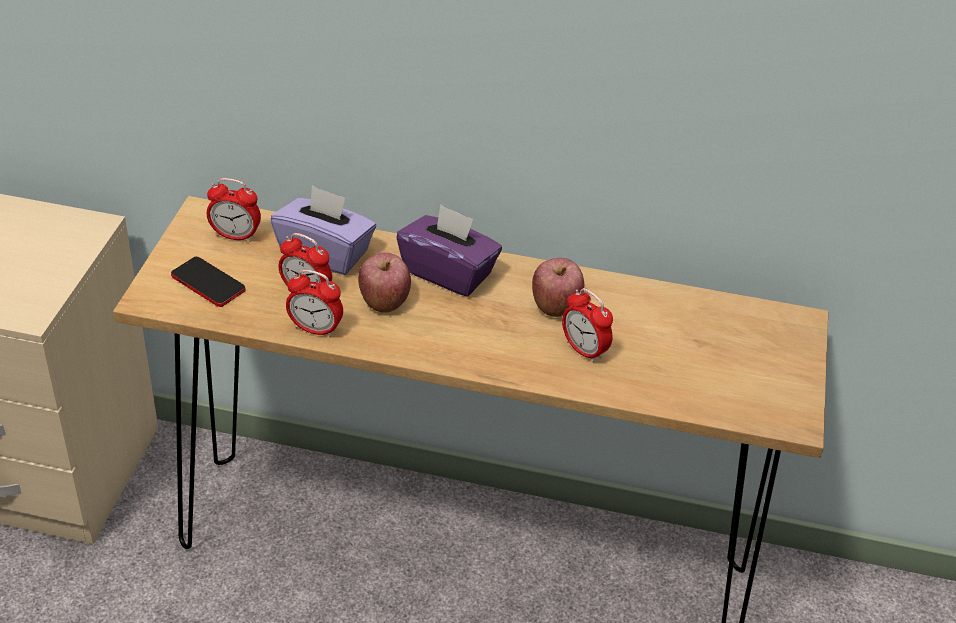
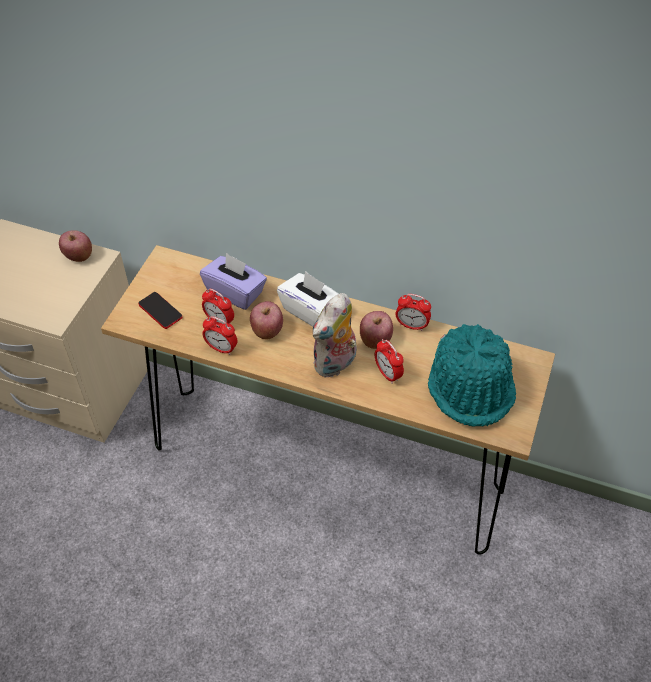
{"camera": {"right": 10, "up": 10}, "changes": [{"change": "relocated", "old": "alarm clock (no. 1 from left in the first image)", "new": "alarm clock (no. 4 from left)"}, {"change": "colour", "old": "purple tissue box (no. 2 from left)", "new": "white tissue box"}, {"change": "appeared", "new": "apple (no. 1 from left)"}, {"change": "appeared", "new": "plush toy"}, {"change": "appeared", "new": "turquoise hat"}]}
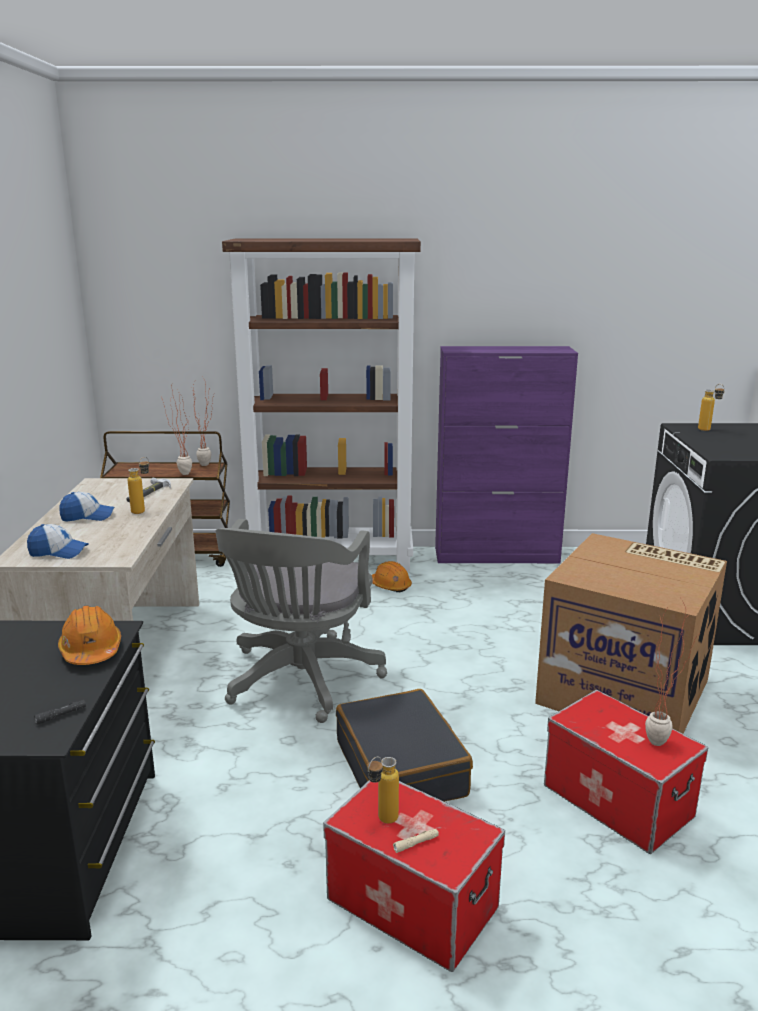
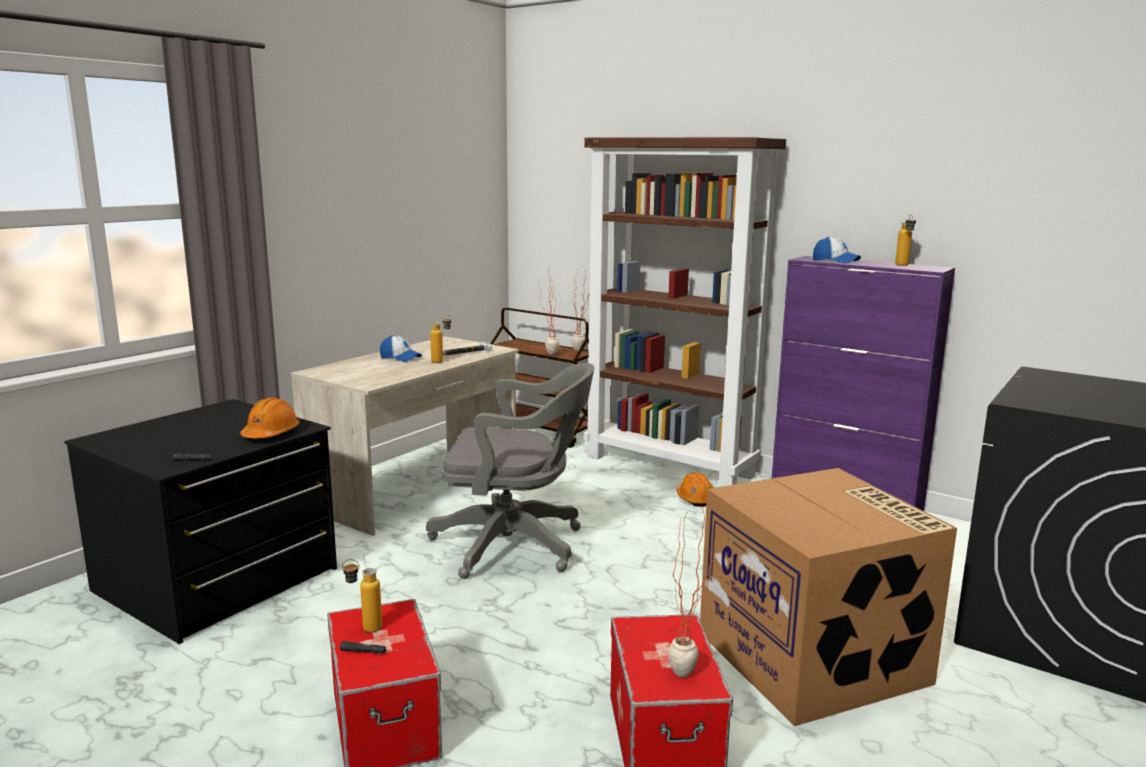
{"camera": {"right": 35, "up": -5}, "changes": [{"change": "relocated", "old": "cap (no. 1 from left in the first image)", "new": "cap (no. 2 from left)"}, {"change": "spun", "old": "grey office chair", "degrees": -135}, {"change": "missing", "old": "black suitcase"}, {"change": "colour", "old": "beige flashlight", "new": "black flashlight (no. 2 from left)"}, {"change": "relocated", "old": "bottle (no. 3 from left)"}]}
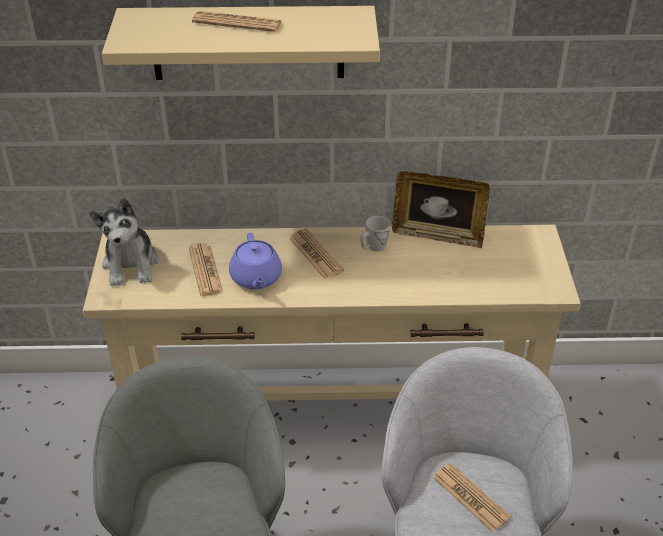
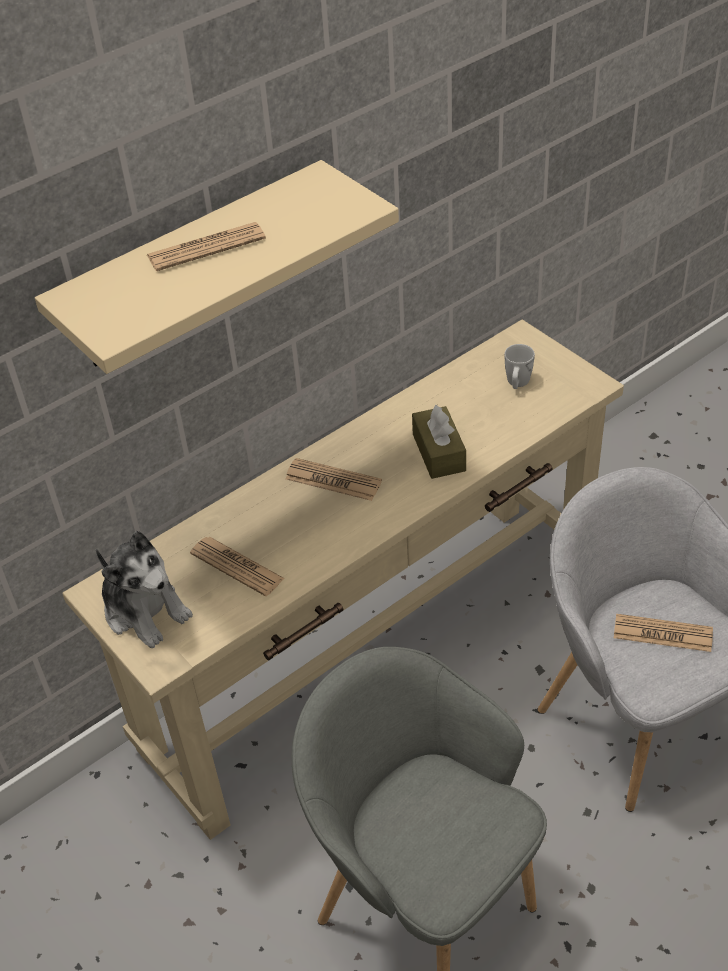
{"camera": {"right": -35, "up": 5}, "changes": [{"change": "missing", "old": "purple teapot"}, {"change": "relocated", "old": "white mug"}, {"change": "missing", "old": "picture frame"}, {"change": "appeared", "new": "brown tissue box"}]}
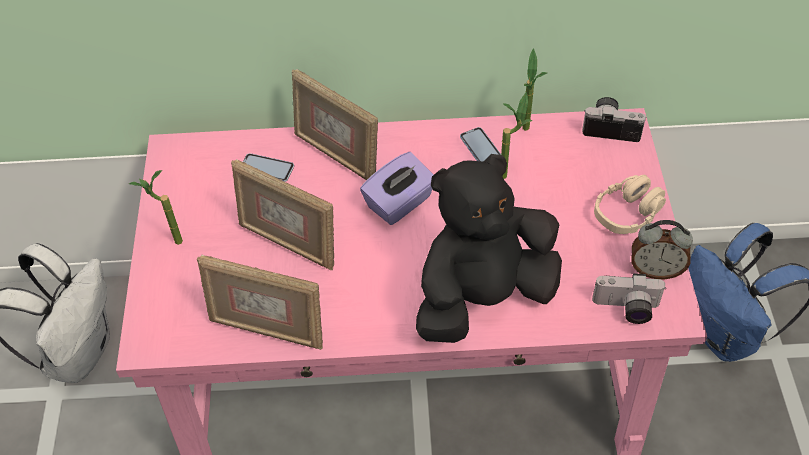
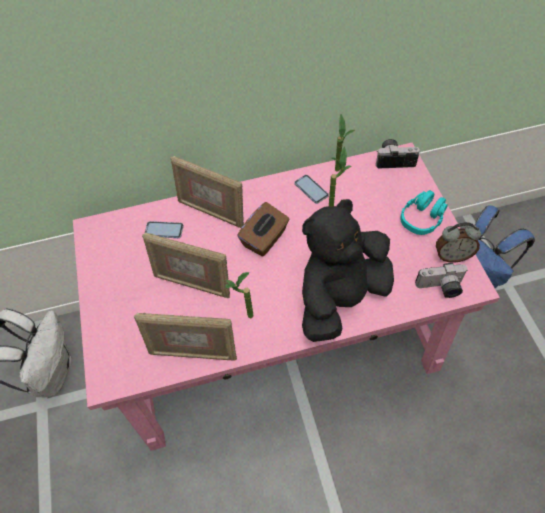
{"camera": {"right": -10, "up": 5}, "changes": [{"change": "relocated", "old": "potted plant (no. 1 from left)"}, {"change": "colour", "old": "purple tissue box", "new": "brown tissue box"}, {"change": "colour", "old": "beige headphones", "new": "turquoise headphones"}]}
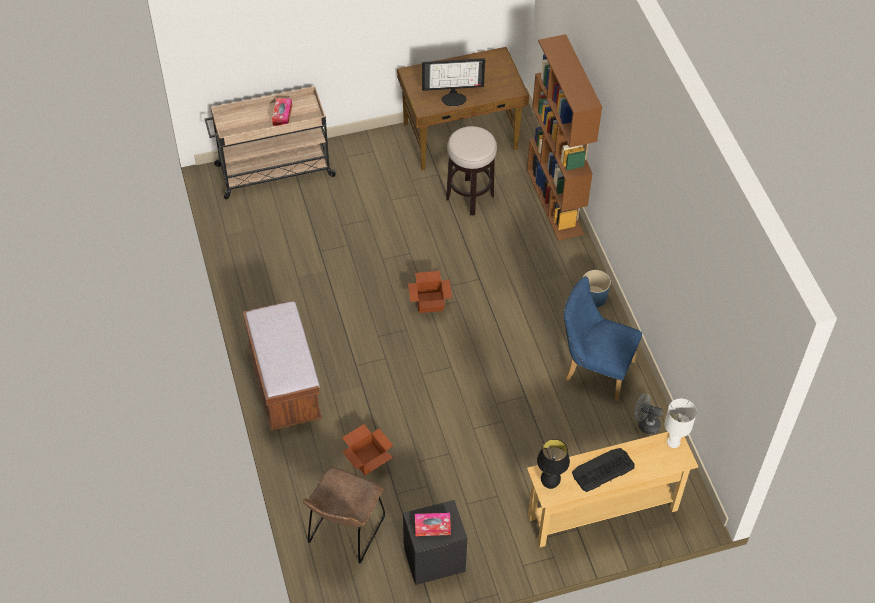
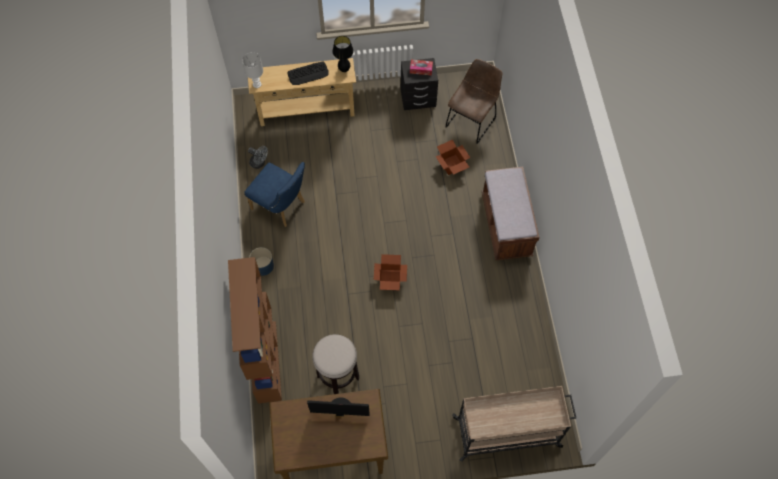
{"camera": {"right": -170, "up": 10}, "changes": [{"change": "missing", "old": "tissue box (no. 1 from left)"}]}
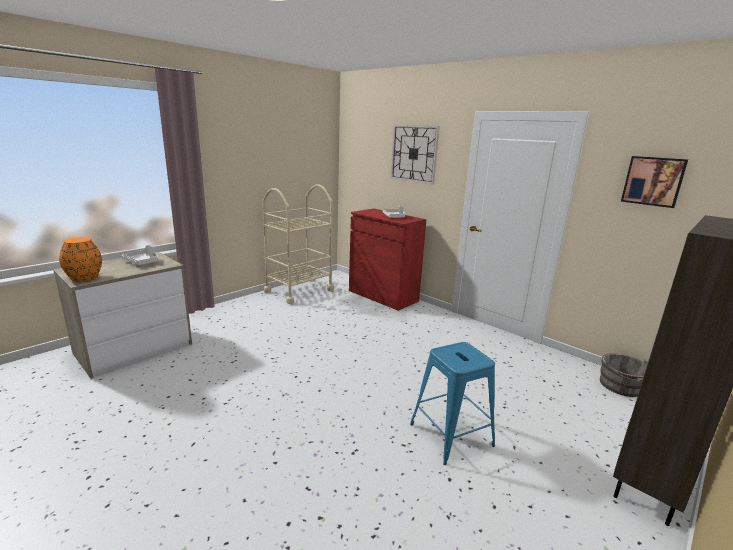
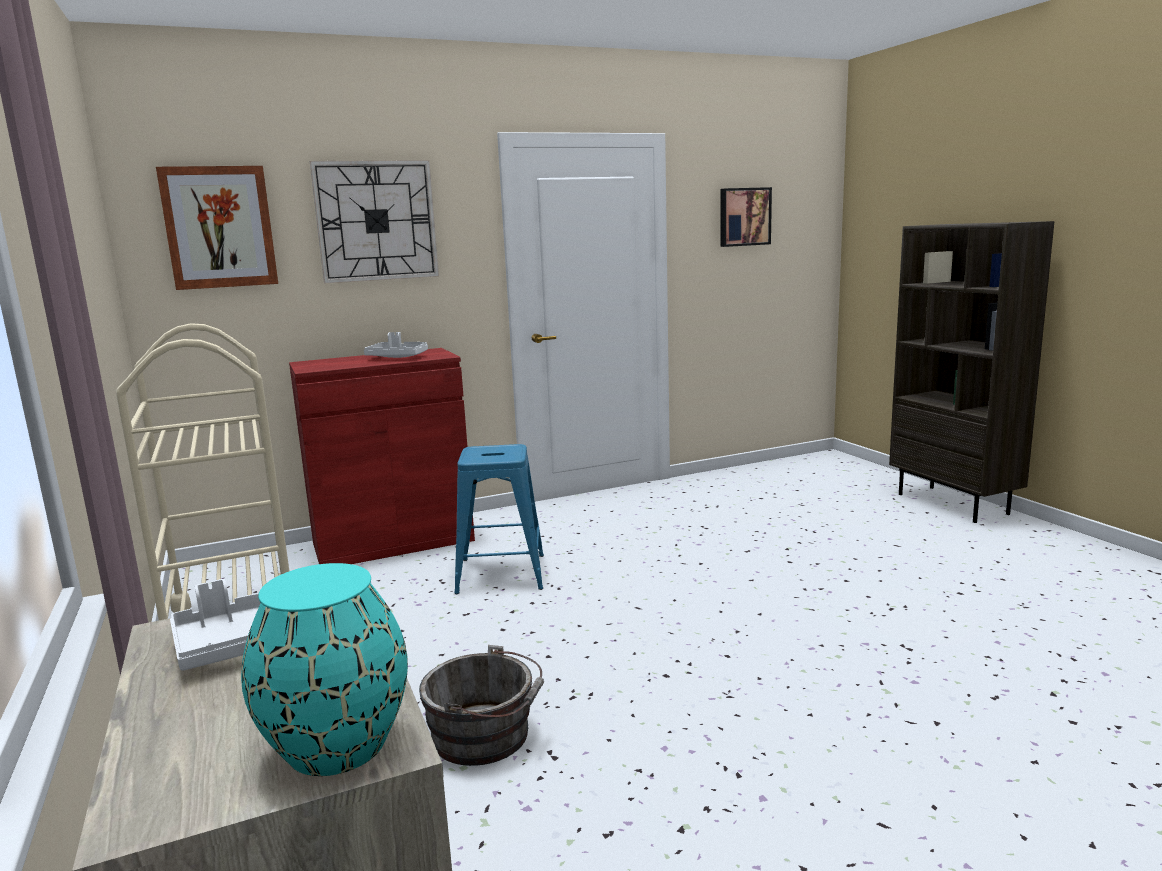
{"camera": {"right": -65, "up": -5}, "changes": [{"change": "colour", "old": "orange vase", "new": "turquoise vase"}, {"change": "relocated", "old": "blue stool"}, {"change": "relocated", "old": "grey bucket"}, {"change": "appeared", "new": "picture (no. 1 from left)"}]}
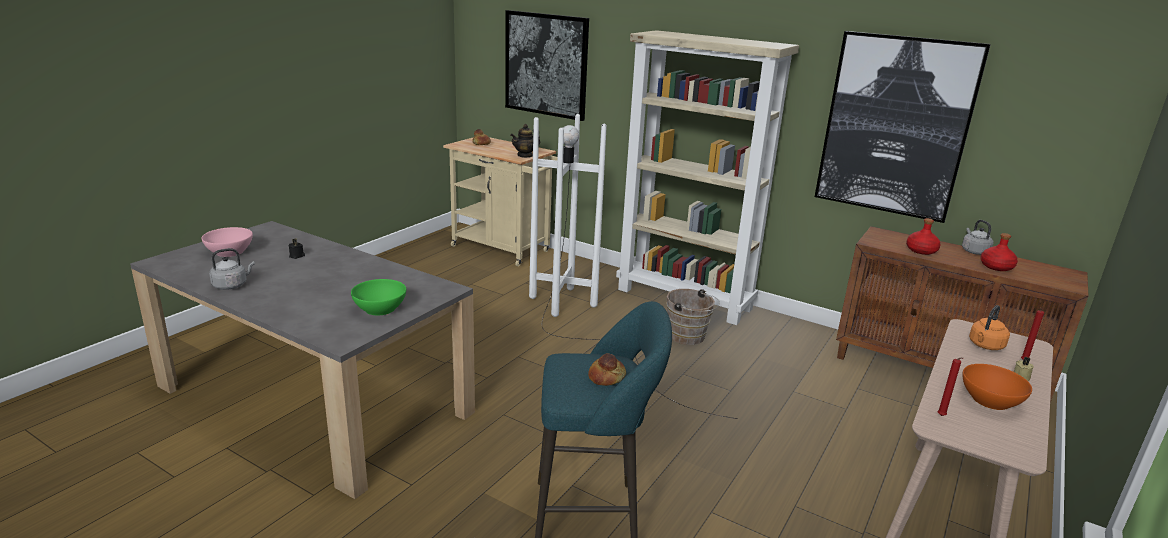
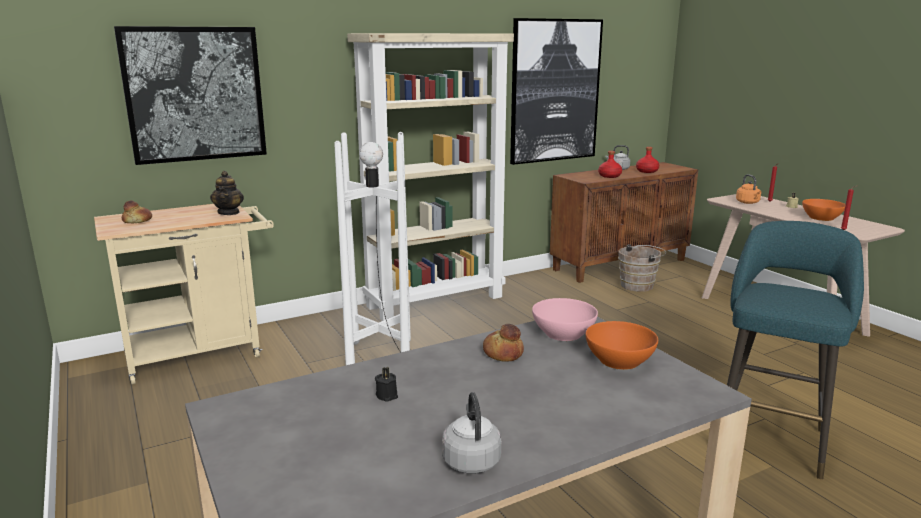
{"camera": {"right": -60, "up": -5}, "changes": [{"change": "relocated", "old": "pink bowl"}, {"change": "colour", "old": "green bowl", "new": "orange bowl (no. 1 from left)"}, {"change": "relocated", "old": "bread (no. 2 from left)"}, {"change": "relocated", "old": "brown bucket"}]}
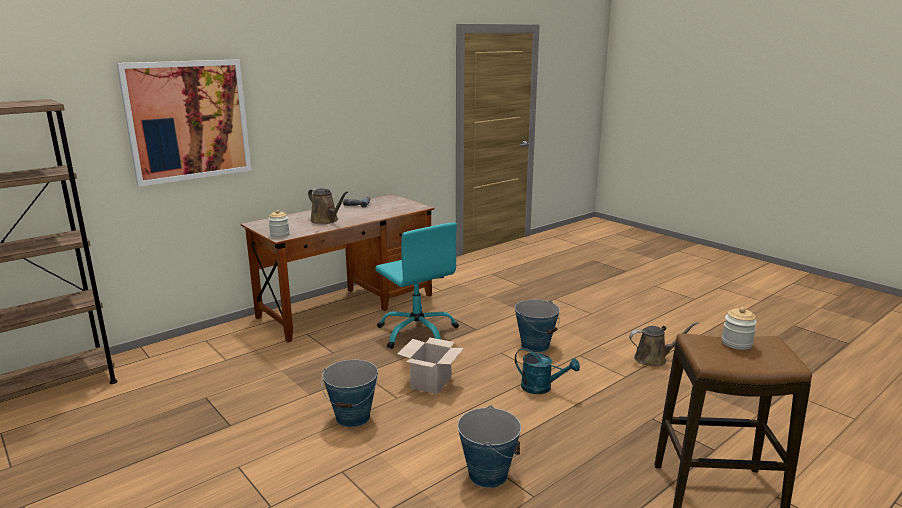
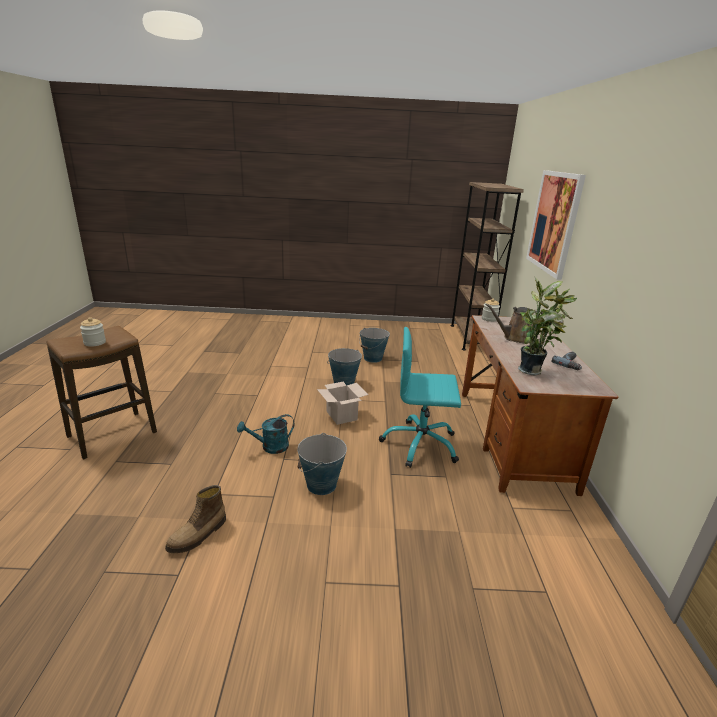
{"camera": {"right": 130, "up": 5}, "changes": [{"change": "relocated", "old": "bucket (no. 2 from left in the first image)", "new": "bucket (no. 3 from left)"}, {"change": "exchanged", "old": "brown watering can (no. 2 from left)", "new": "boot"}, {"change": "appeared", "new": "potted plant"}]}
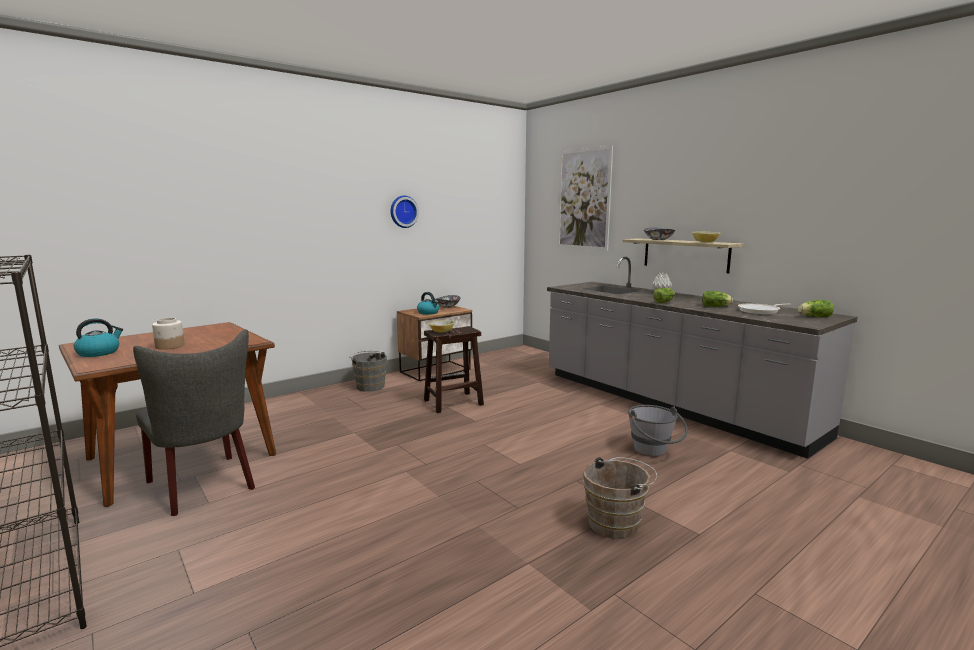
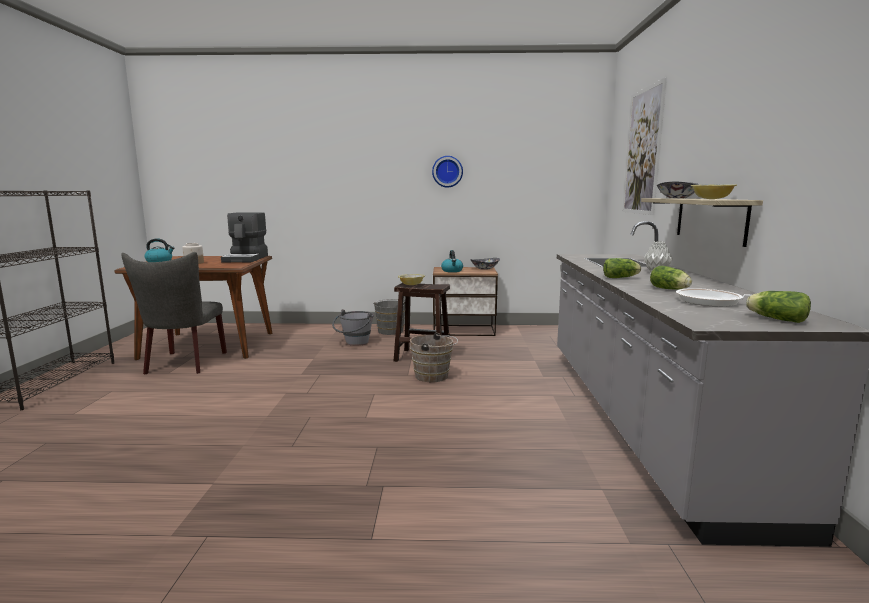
{"camera": {"right": 40, "up": 0}, "changes": [{"change": "relocated", "old": "brown bucket"}, {"change": "relocated", "old": "grey bucket (no. 2 from left in the first image)", "new": "grey bucket (no. 1 from left)"}, {"change": "appeared", "new": "coffee machine"}]}
